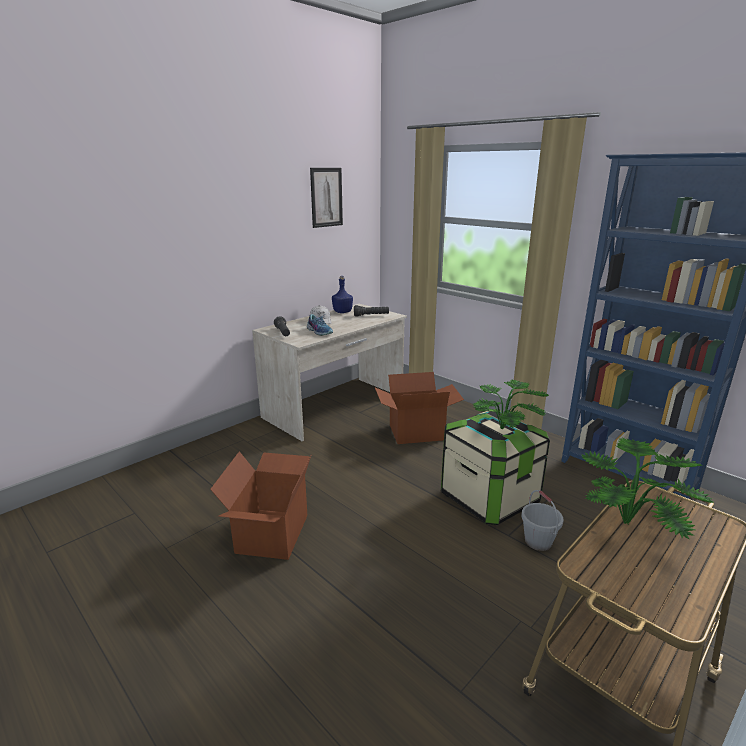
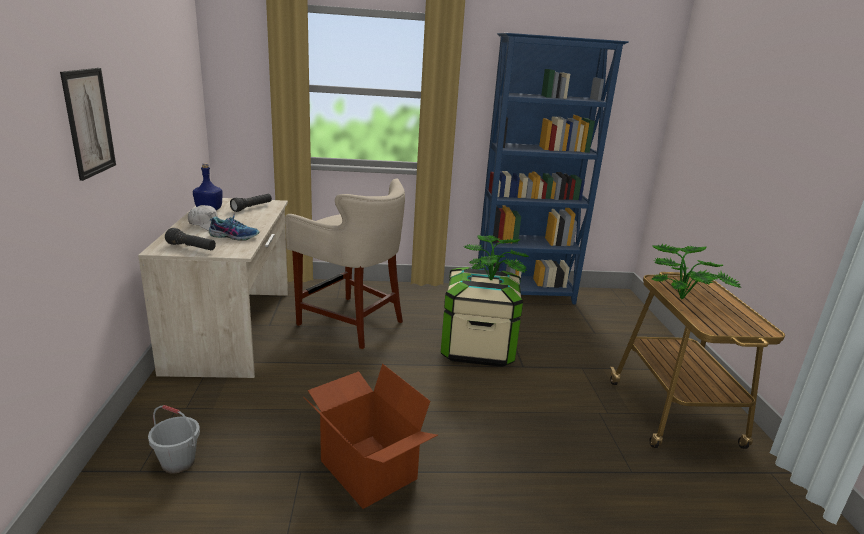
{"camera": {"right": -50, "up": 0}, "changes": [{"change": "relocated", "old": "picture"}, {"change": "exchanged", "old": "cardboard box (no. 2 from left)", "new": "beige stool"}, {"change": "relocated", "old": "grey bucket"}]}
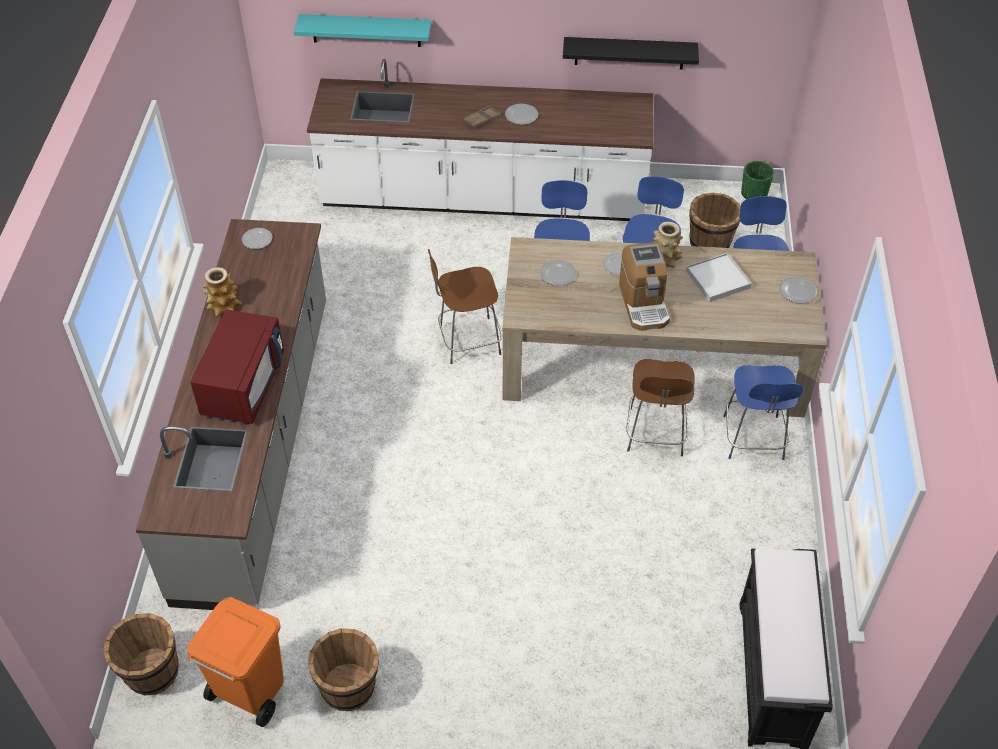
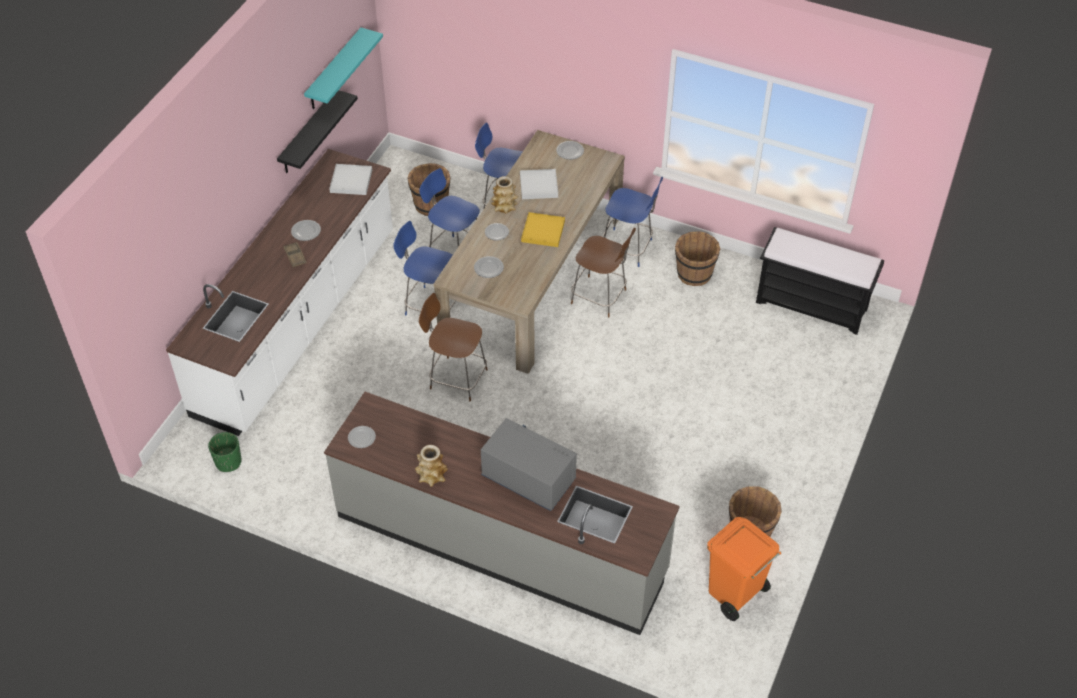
{"camera": {"right": -70, "up": 0}, "changes": [{"change": "relocated", "old": "brown bucket (no. 1 from left in the first image)", "new": "brown bucket (no. 2 from left)"}, {"change": "colour", "old": "red microwave", "new": "grey microwave"}, {"change": "relocated", "old": "turquoise shelf"}, {"change": "spun", "old": "brown chair (no. 1 from left)", "degrees": 105}, {"change": "exchanged", "old": "coffee machine", "new": "yellow tray"}, {"change": "relocated", "old": "green planter"}, {"change": "appeared", "new": "white tray (no. 1 from left)"}]}
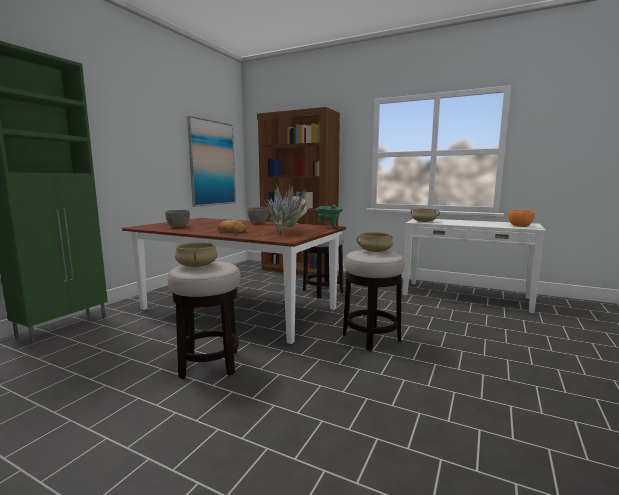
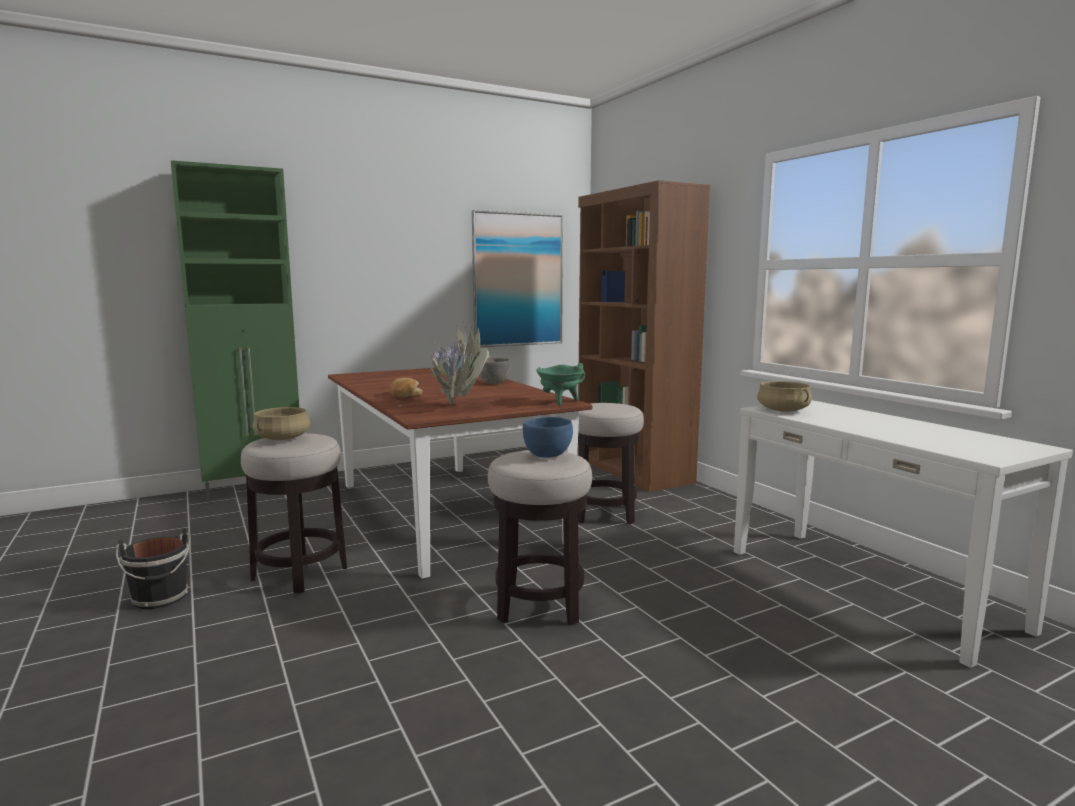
{"camera": {"right": 35, "up": 0}, "changes": [{"change": "missing", "old": "grey bowl (no. 1 from left)"}, {"change": "exchanged", "old": "beige cooking pot (no. 2 from left)", "new": "blue bowl"}, {"change": "missing", "old": "orange bowl"}, {"change": "appeared", "new": "black bucket"}]}
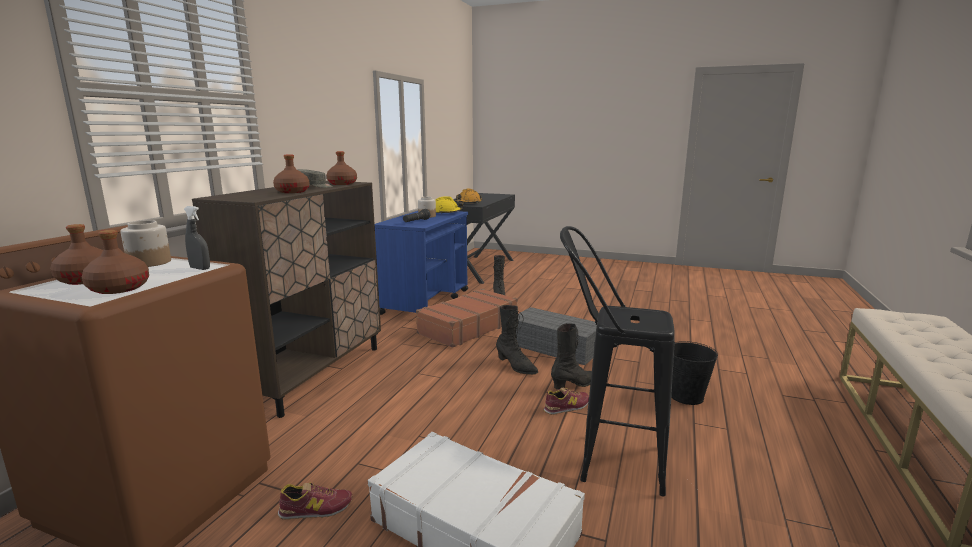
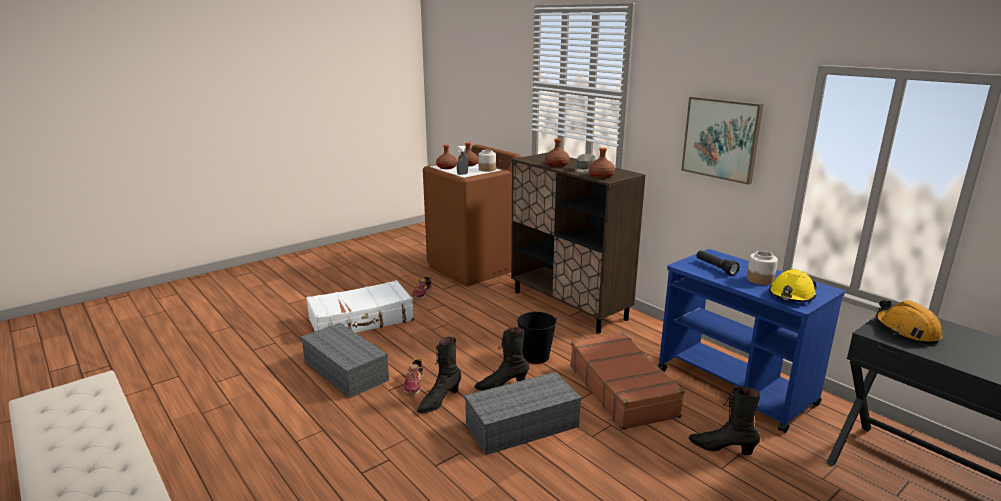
{"camera": {"right": 120, "up": 5}, "changes": [{"change": "spun", "old": "black boot (no. 3 from left in the first image)", "degrees": 45}, {"change": "exchanged", "old": "black stool", "new": "grey storage box (no. 1 from left)"}, {"change": "relocated", "old": "black bucket"}, {"change": "appeared", "new": "picture"}]}
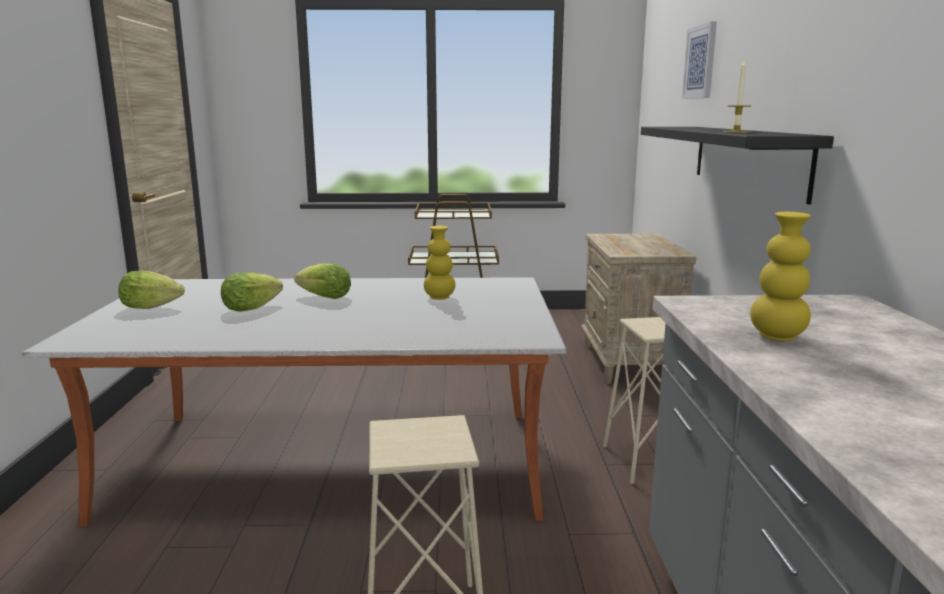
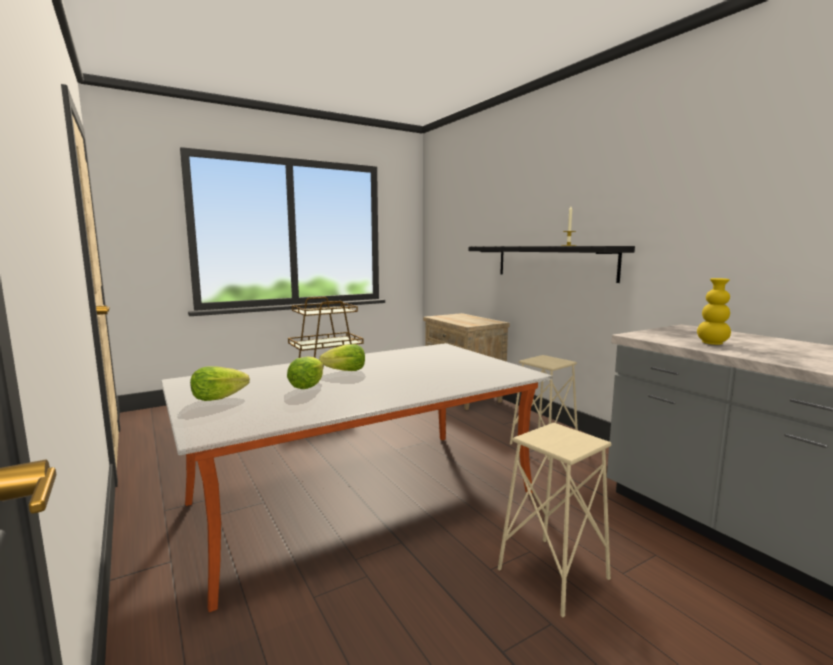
{"camera": {"right": -30, "up": -5}, "changes": [{"change": "missing", "old": "yellow vase (no. 1 from left)"}, {"change": "missing", "old": "picture"}]}
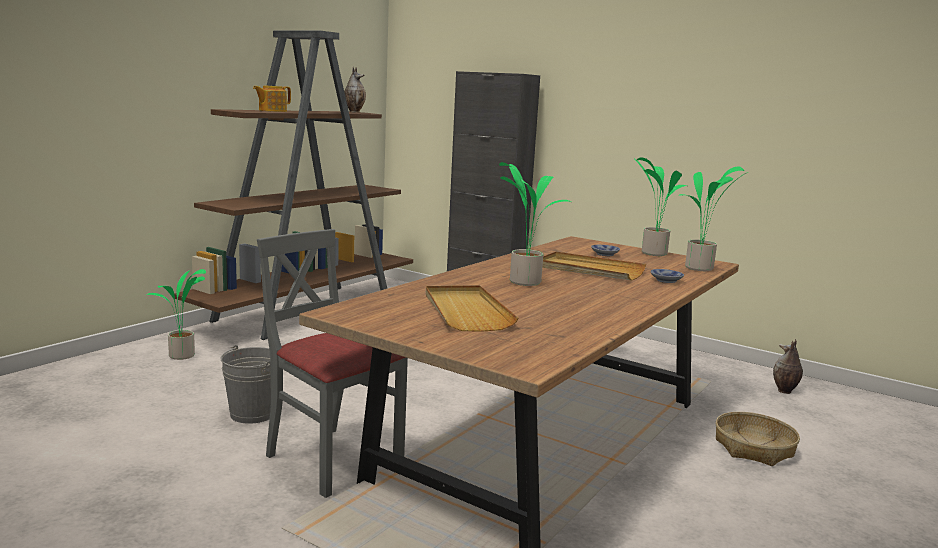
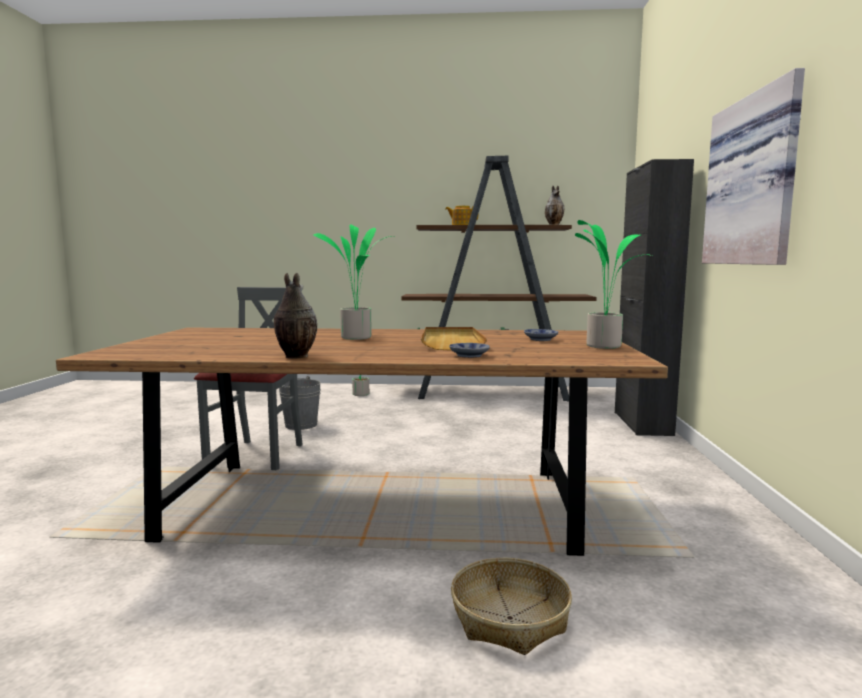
{"camera": {"right": 60, "up": -5}, "changes": [{"change": "missing", "old": "beige tray (no. 1 from left)"}, {"change": "missing", "old": "potted plant (no. 4 from left)"}, {"change": "relocated", "old": "vase (no. 2 from left in the first image)", "new": "vase (no. 1 from left)"}, {"change": "appeared", "new": "picture"}]}
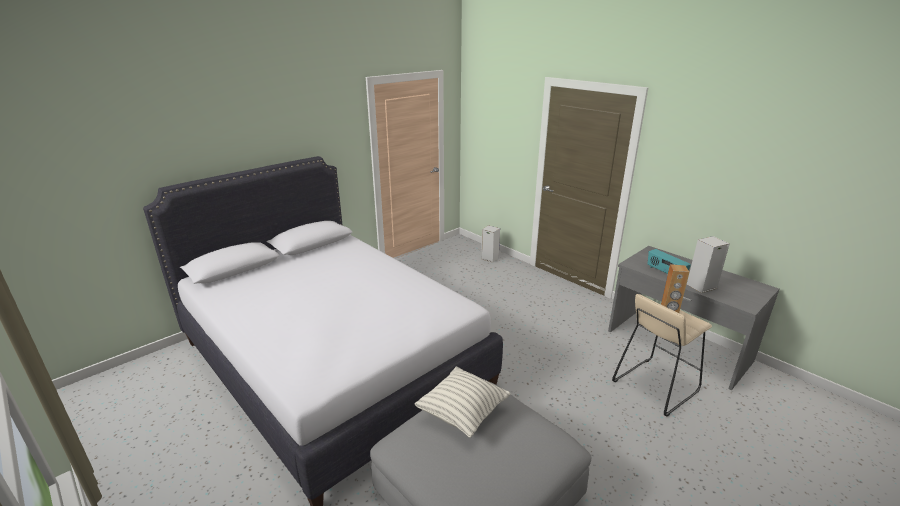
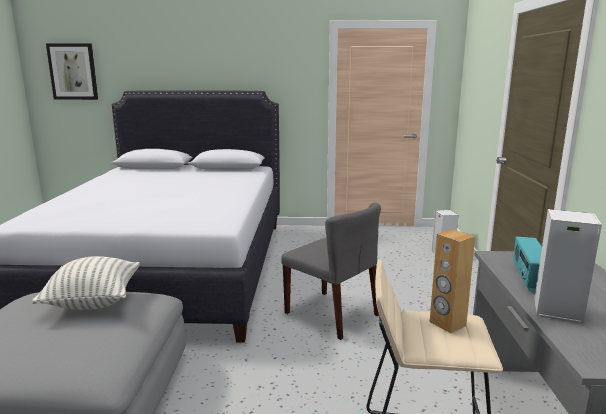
{"camera": {"right": 45, "up": -10}, "changes": [{"change": "appeared", "new": "picture"}, {"change": "appeared", "new": "grey chair"}]}
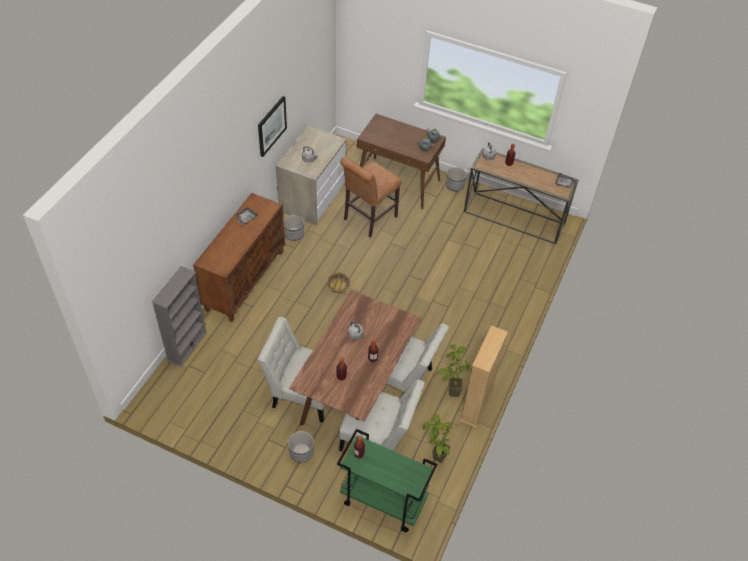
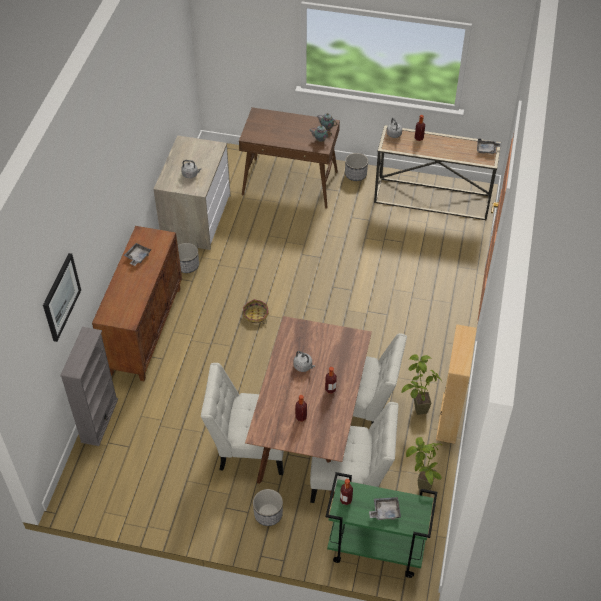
{"camera": {"right": -10, "up": 0}, "changes": [{"change": "relocated", "old": "picture"}, {"change": "missing", "old": "brown chair"}, {"change": "appeared", "new": "grey tray (no. 2 from left)"}]}
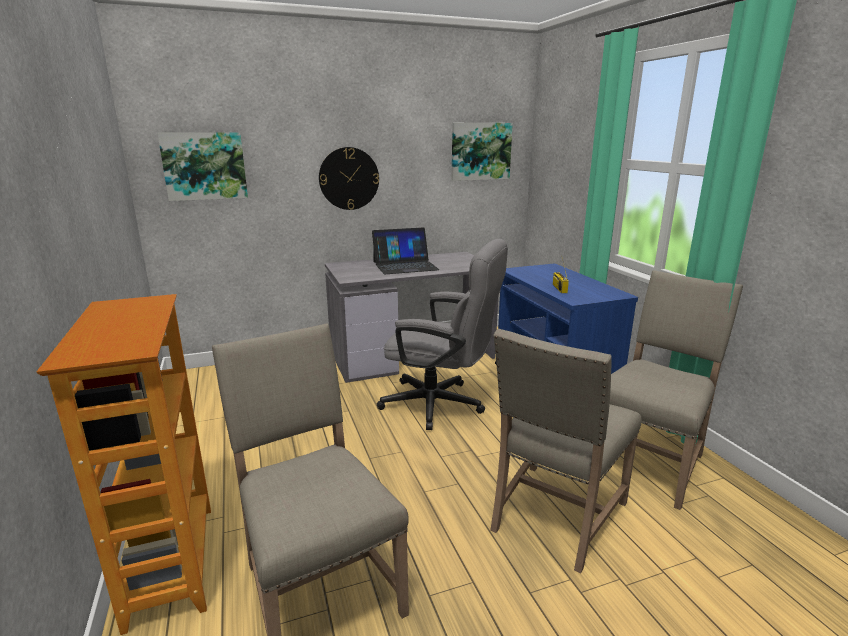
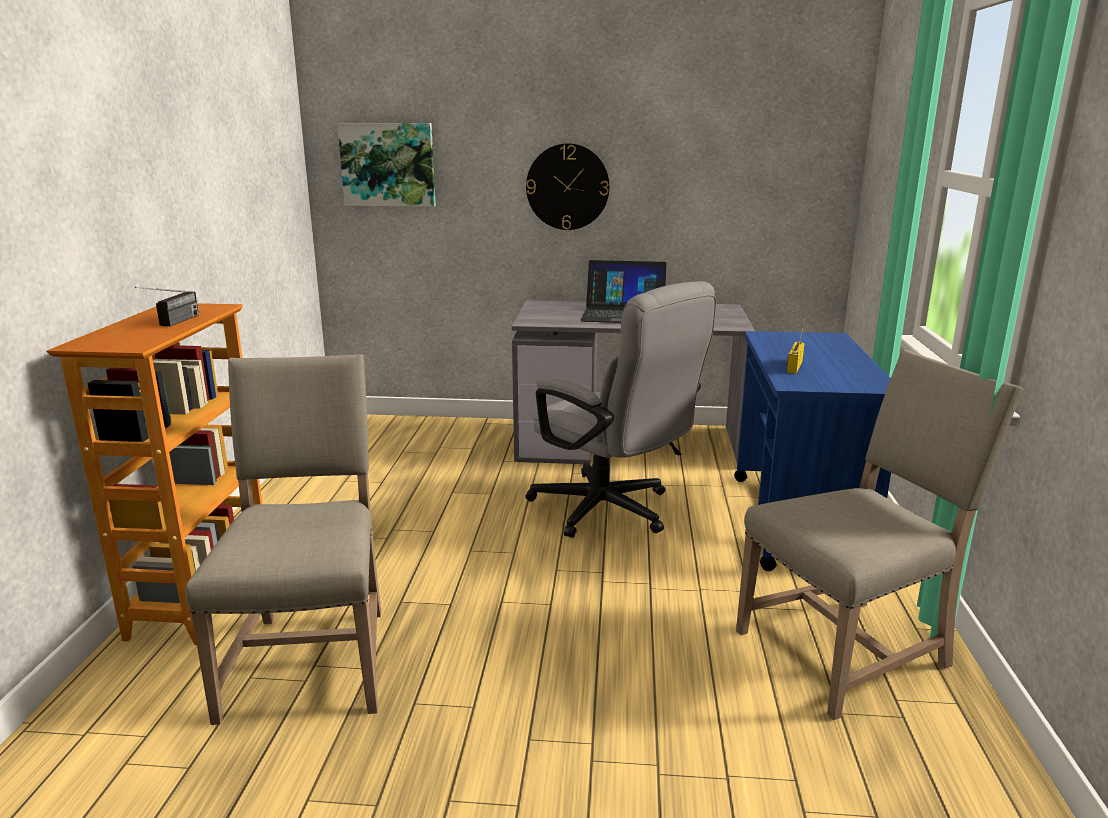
{"camera": {"right": 25, "up": 0}, "changes": [{"change": "missing", "old": "picture (no. 2 from left)"}, {"change": "missing", "old": "beige chair (no. 2 from left)"}, {"change": "appeared", "new": "radio (no. 1 from left)"}]}
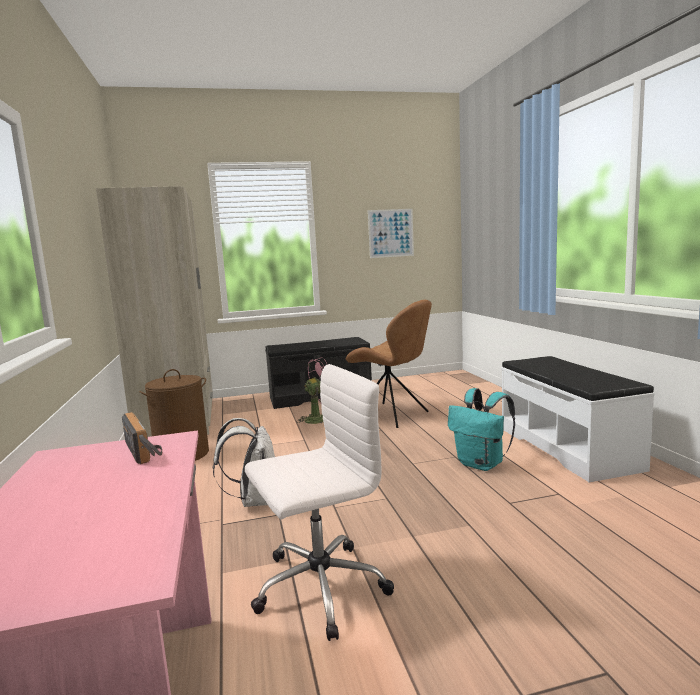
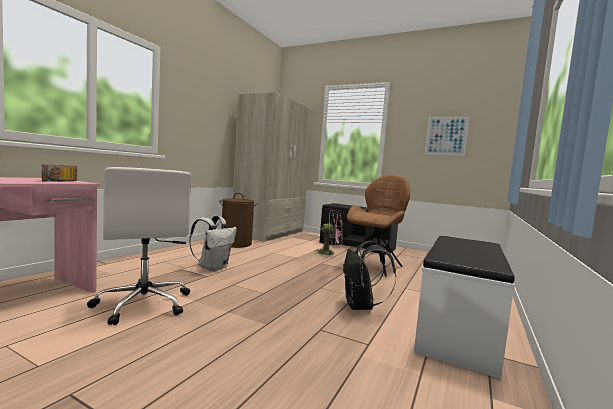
{"camera": {"right": 40, "up": -5}, "changes": [{"change": "spun", "old": "white office chair", "degrees": 45}, {"change": "spun", "old": "brown chair", "degrees": -135}, {"change": "colour", "old": "turquoise backpack", "new": "black backpack"}]}
